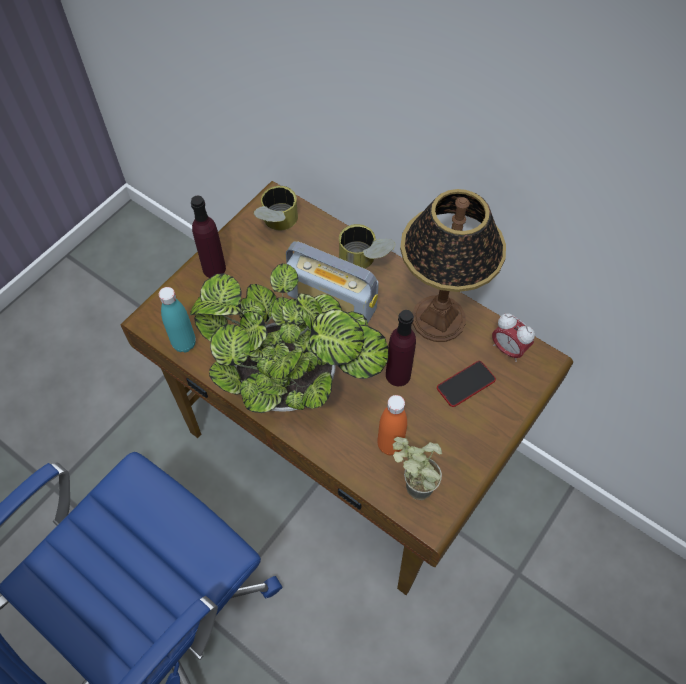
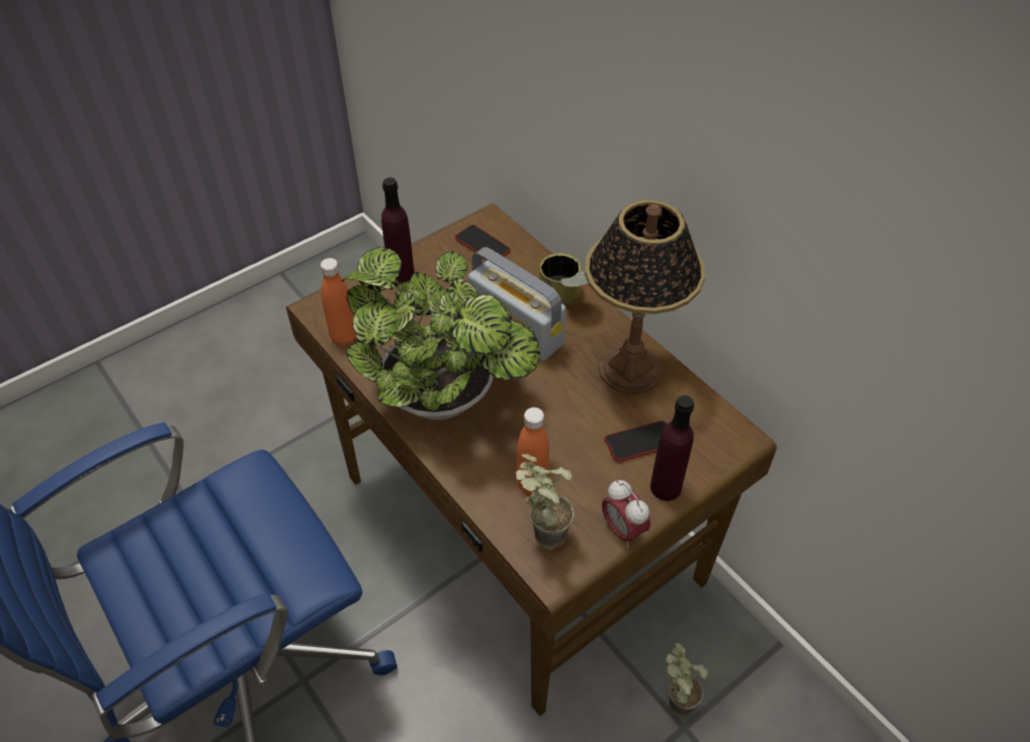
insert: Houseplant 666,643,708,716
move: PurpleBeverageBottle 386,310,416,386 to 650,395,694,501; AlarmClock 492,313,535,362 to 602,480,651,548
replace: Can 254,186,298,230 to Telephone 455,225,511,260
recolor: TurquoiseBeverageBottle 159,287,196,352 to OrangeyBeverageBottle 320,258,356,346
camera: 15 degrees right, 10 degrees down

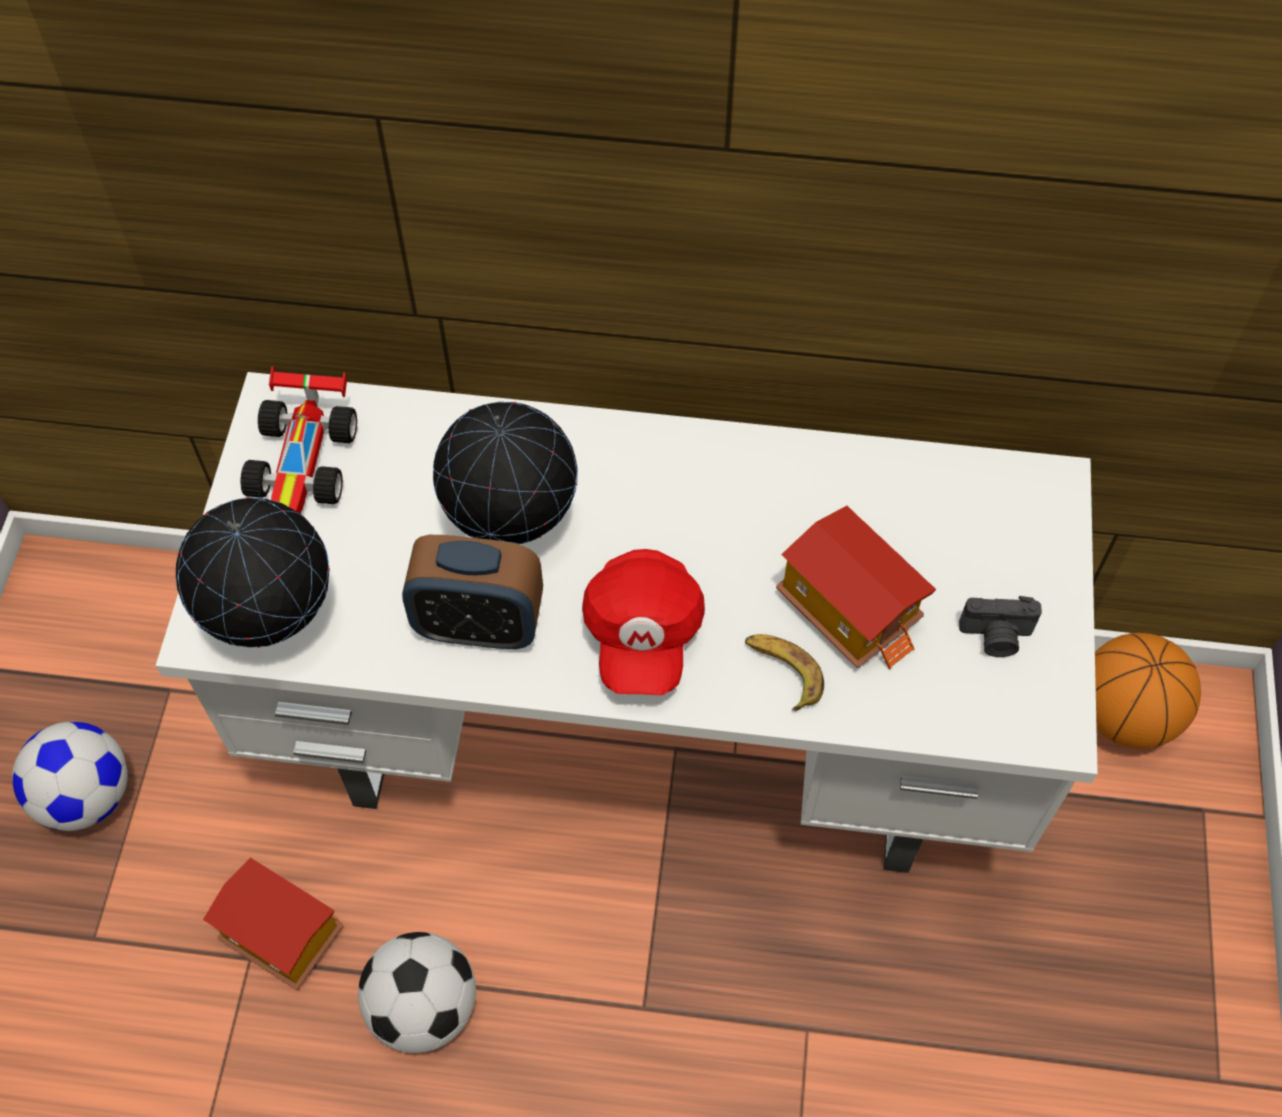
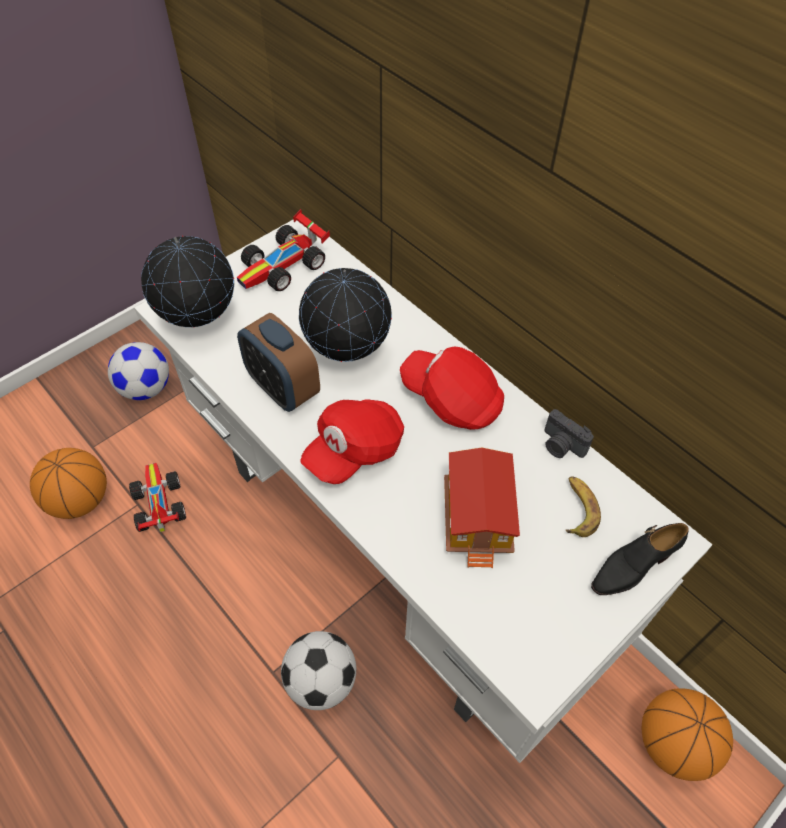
insert: Basketball 30,448,107,519; RedCap 400,347,504,430; BlackishShoe 591,523,689,595
move: BallForFootball 358,932,476,1053 to 281,631,356,710; BananaFruit 745,634,824,711 to 566,476,601,537; StillCamera 959,596,1042,657 to 544,409,594,458
replace: MiniatureHouse 203,857,343,990 to MiniatureCar 129,463,186,532
camera: 40 degrees right, 5 degrees down

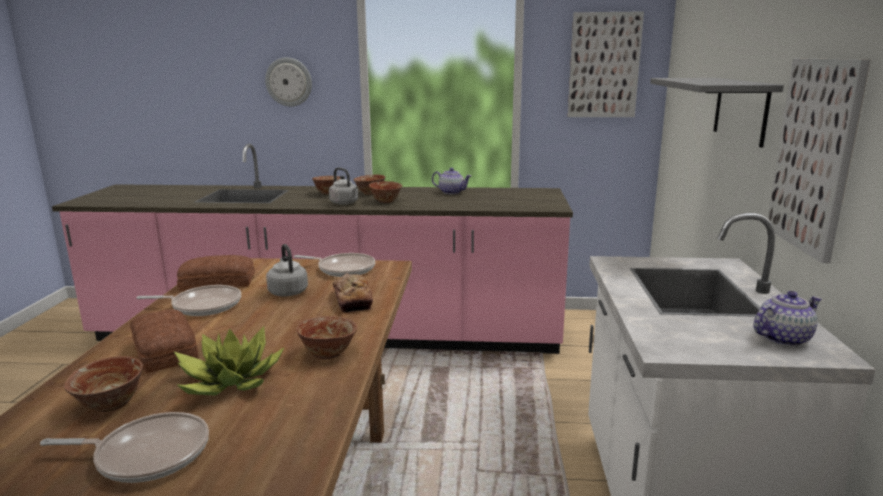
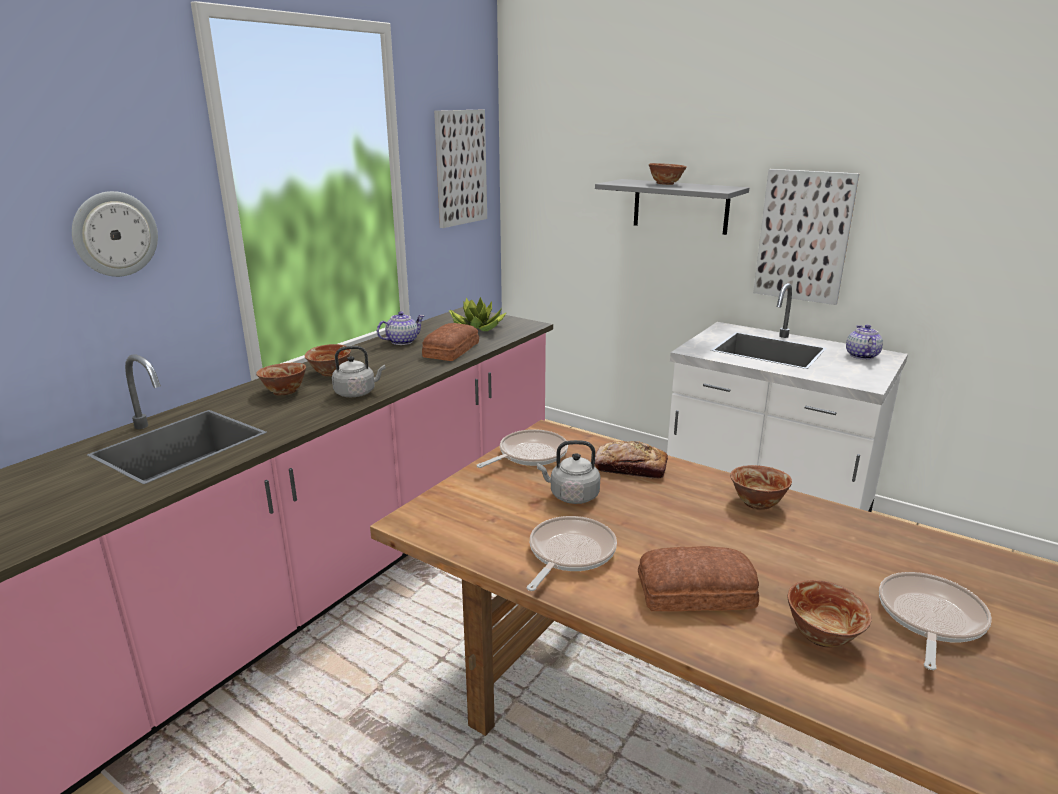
move: Houseplant 174,326,284,396 to 449,297,507,331; Bread 177,255,255,291 to 422,323,479,361; ServingBowl 369,181,402,203 to 649,163,687,185
camera: 60 degrees left, 5 degrees up

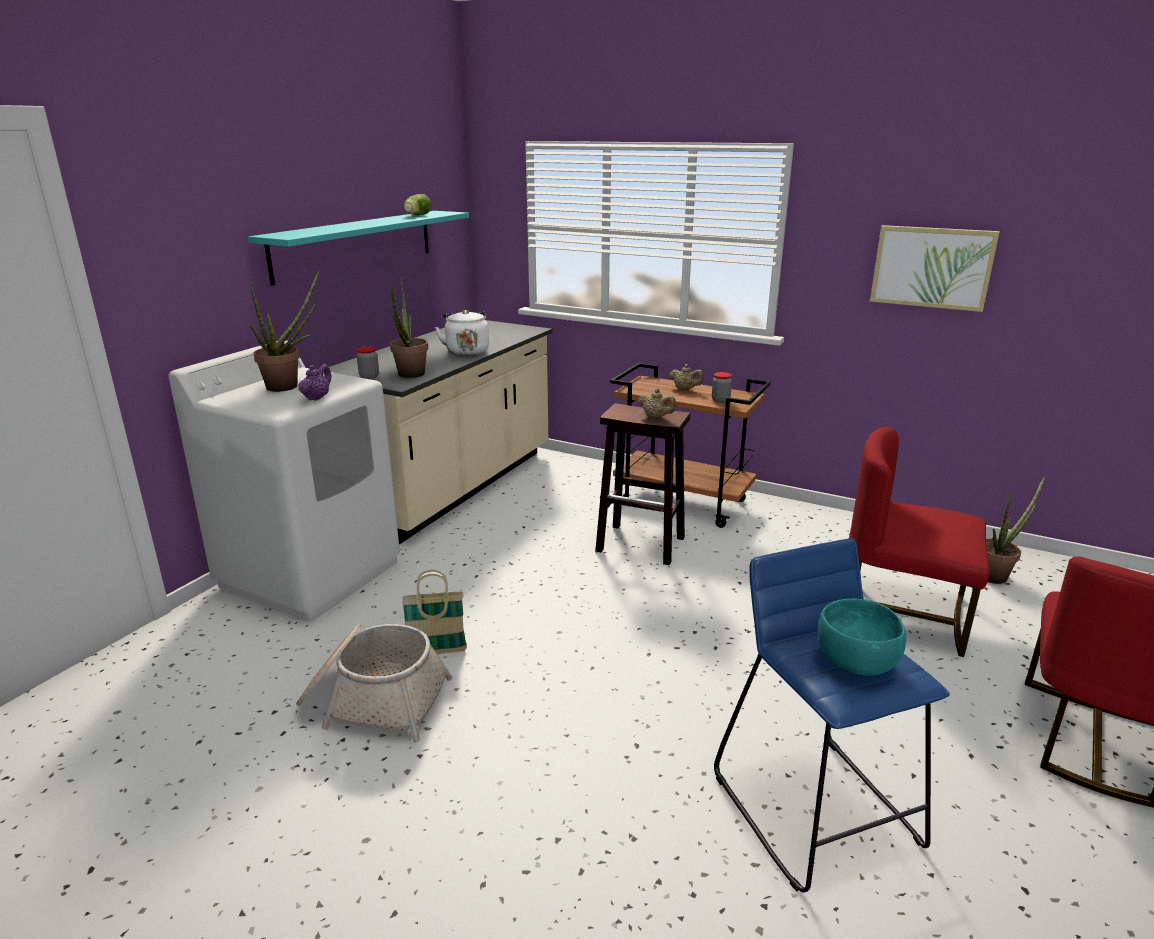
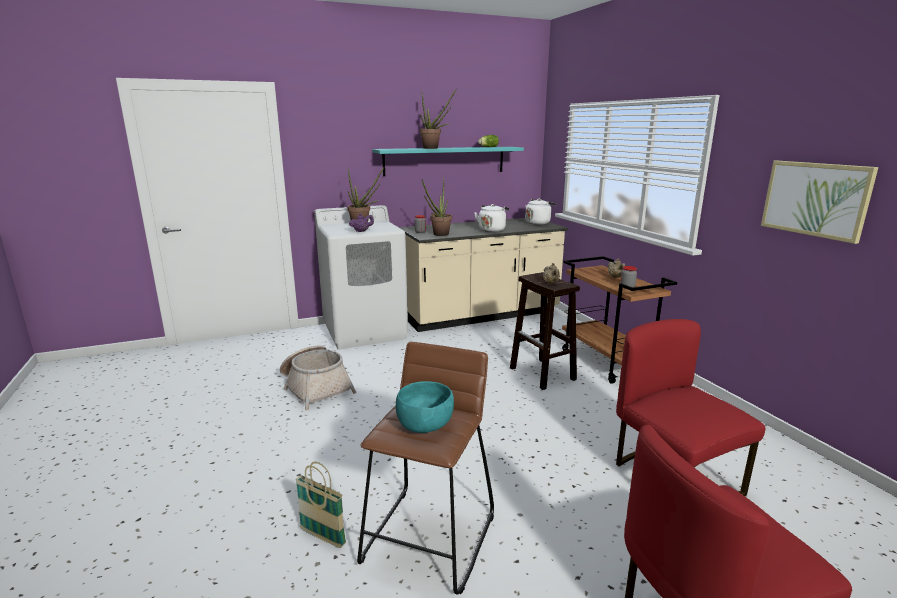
insert: WhiteTeaKettle 525,199,557,225
move: Basket 402,570,467,654 to 295,462,346,548; Houseplant 986,477,1045,584 to 420,90,456,149
recolor: BlueSittingStool 714,538,950,892 to BrownColouredSittingStool 357,342,494,595
camera: 40 degrees right, 5 degrees down

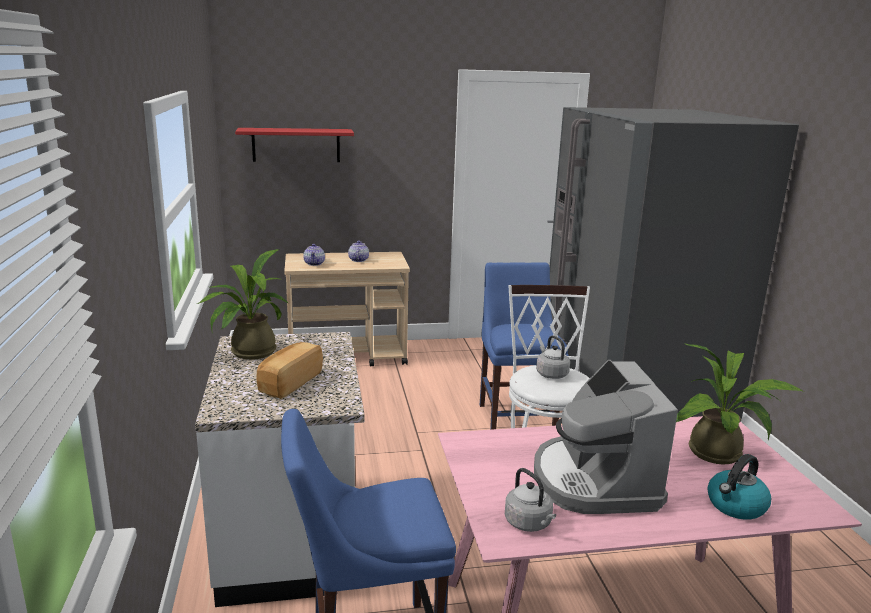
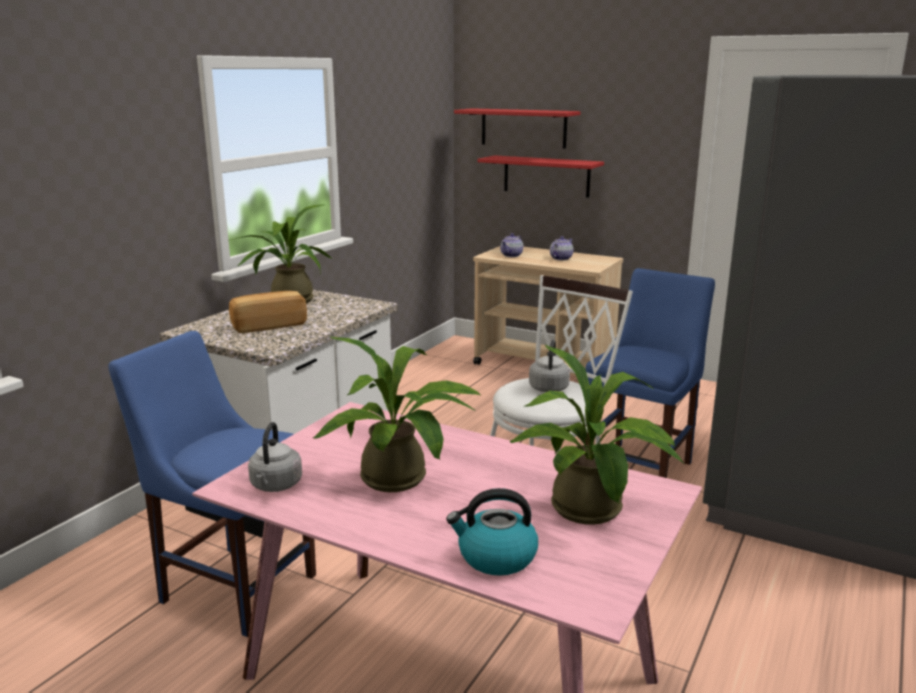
insert: RedWallShelf 477,155,604,198
replace: CoffeeBrewer 534,360,678,514 to Houseplant 313,336,482,492
camera: 40 degrees right, 0 degrees up

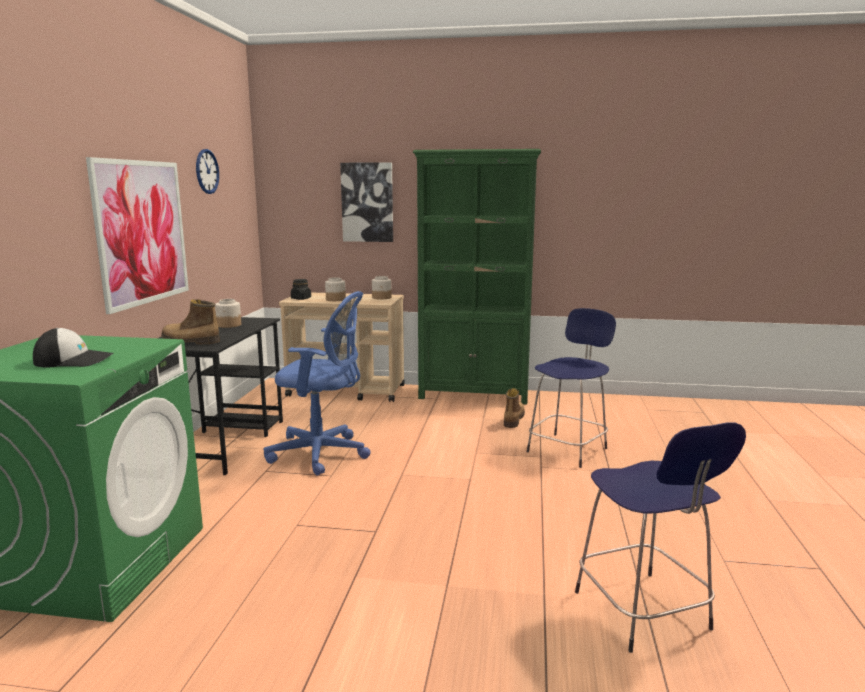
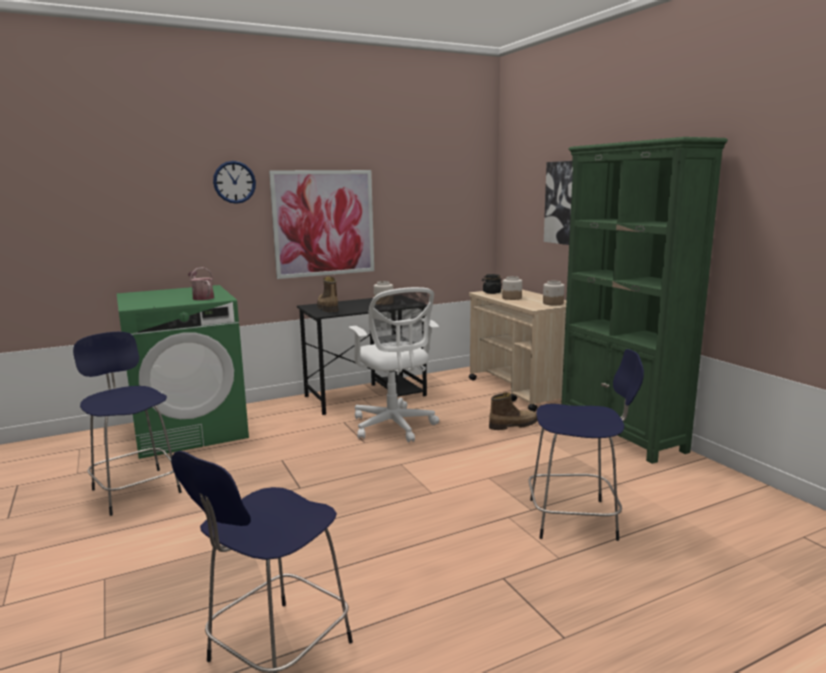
delete: Cap 33,328,113,367
insert: BlueSittingStool 73,332,182,516; WateringPot 188,267,214,300
move: ClockOnTheWall 196,149,219,194 to 213,161,256,204; TallBoot 504,388,525,428 to 489,392,538,430
recolor: BlueOfficeChair 264,291,371,476 to WhiteOfficeChair 349,287,439,443
camera: 55 degrees right, 0 degrees up

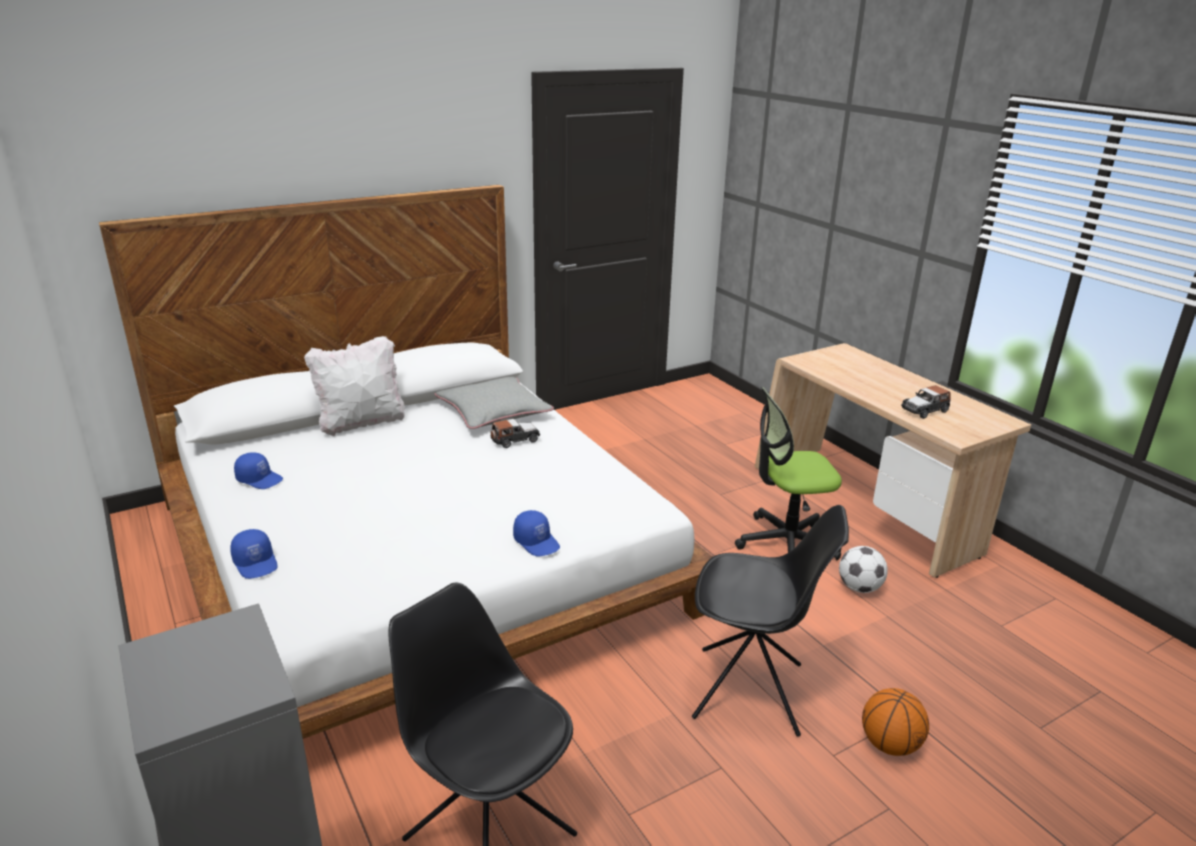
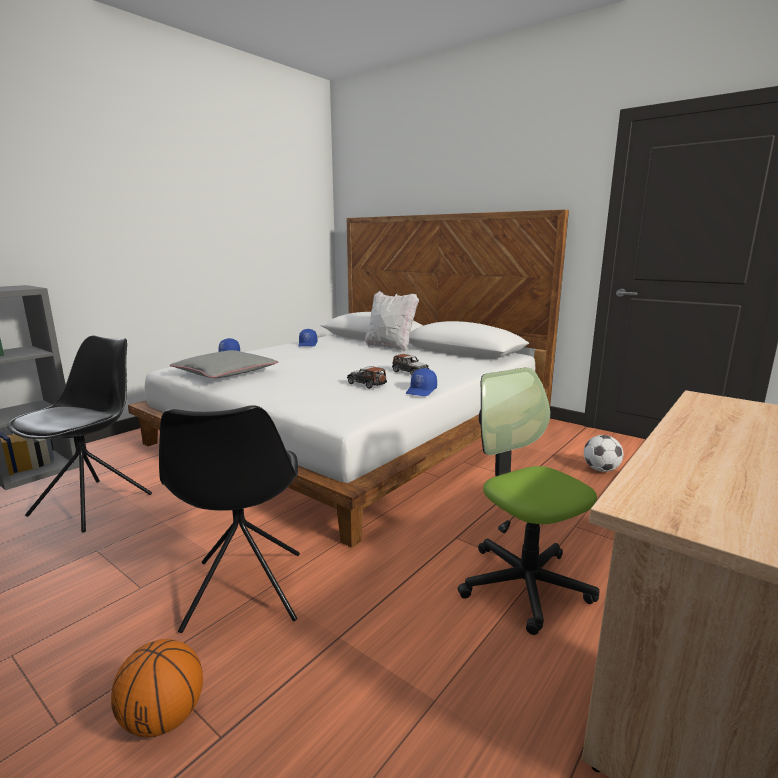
move: GrayThrowPillow 435,377,554,429 to 170,350,278,378; BlueCap 513,510,560,556 to 406,368,437,396; BallForFootball 839,546,888,593 to 584,435,623,472; MiniatureCar 901,385,951,419 to 347,366,387,389
camera: 70 degrees right, 10 degrees down

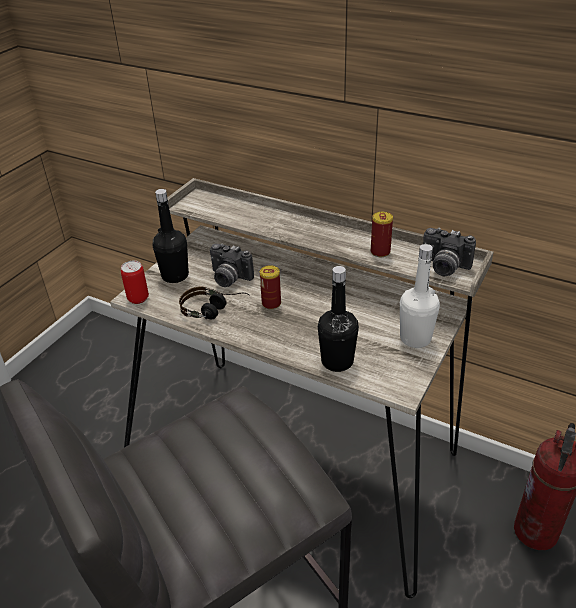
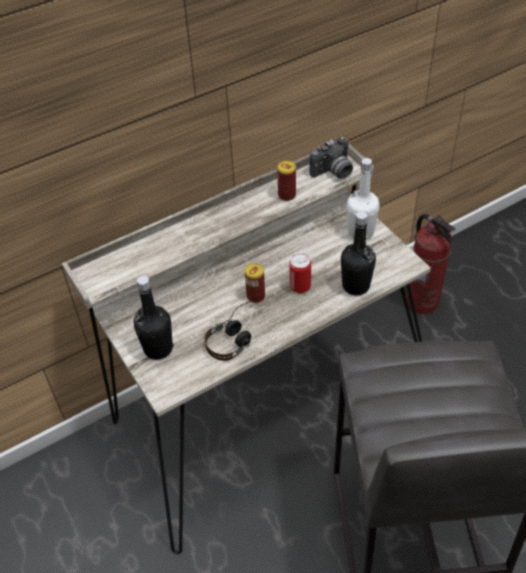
delete: StillCamera 210,243,254,287
move: Can 121,261,149,304 to 289,253,311,293
camera: 60 degrees left, 10 degrees up

